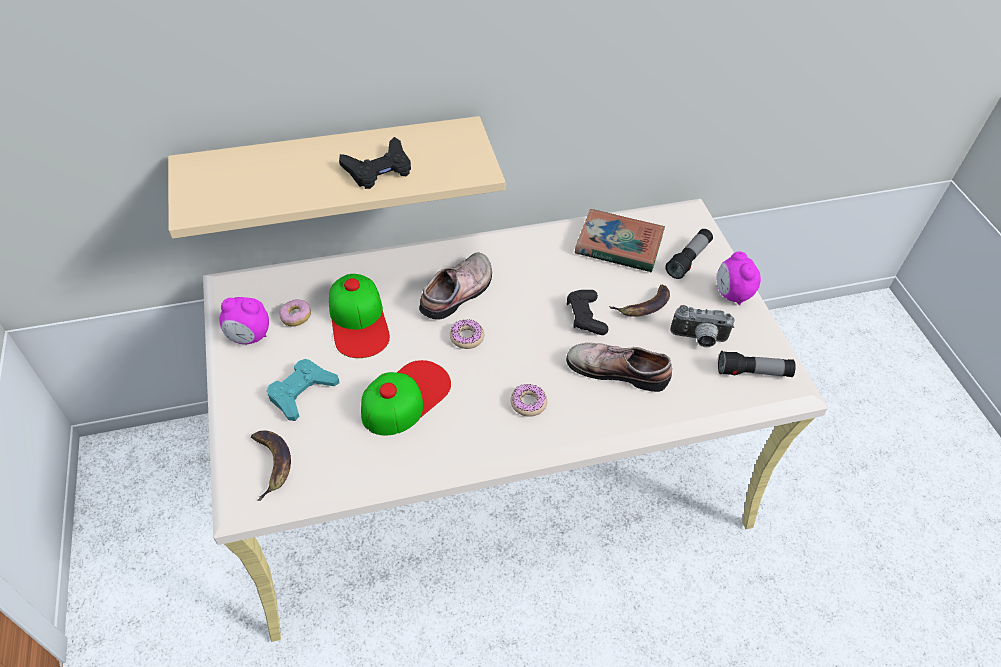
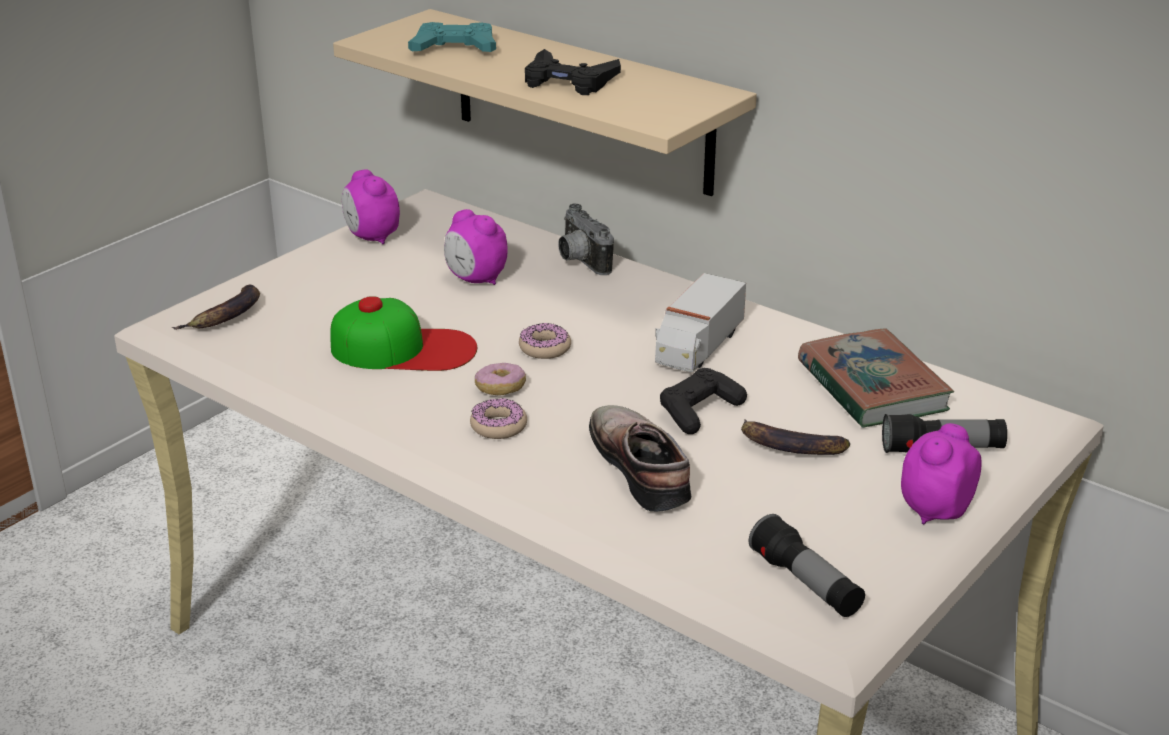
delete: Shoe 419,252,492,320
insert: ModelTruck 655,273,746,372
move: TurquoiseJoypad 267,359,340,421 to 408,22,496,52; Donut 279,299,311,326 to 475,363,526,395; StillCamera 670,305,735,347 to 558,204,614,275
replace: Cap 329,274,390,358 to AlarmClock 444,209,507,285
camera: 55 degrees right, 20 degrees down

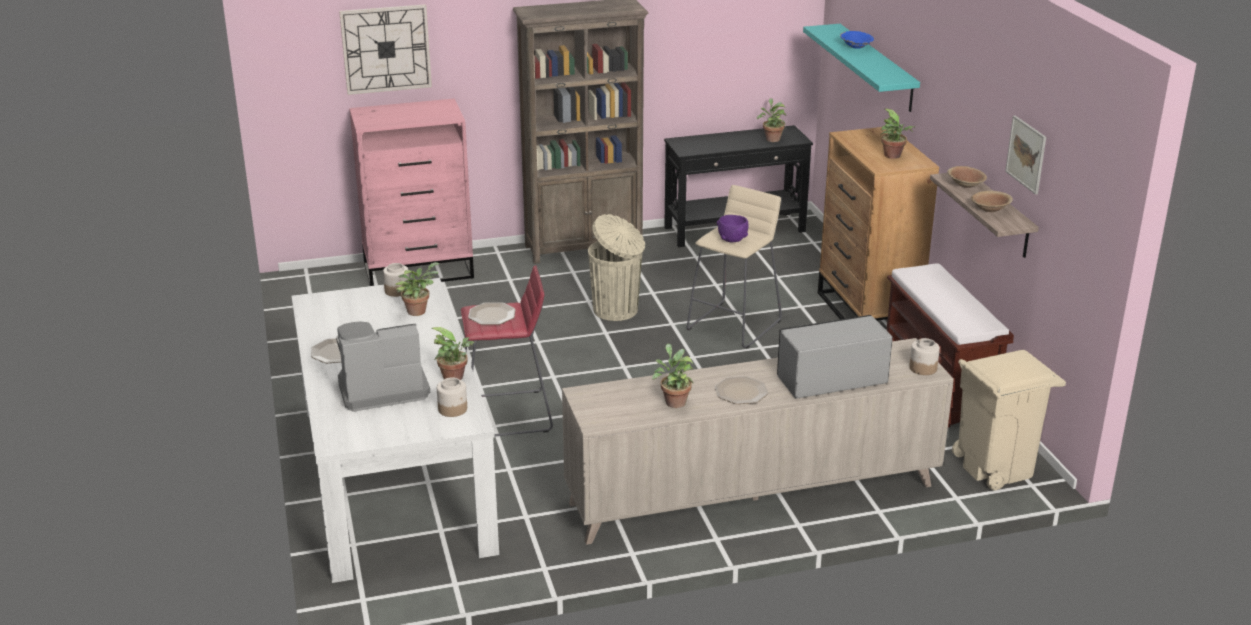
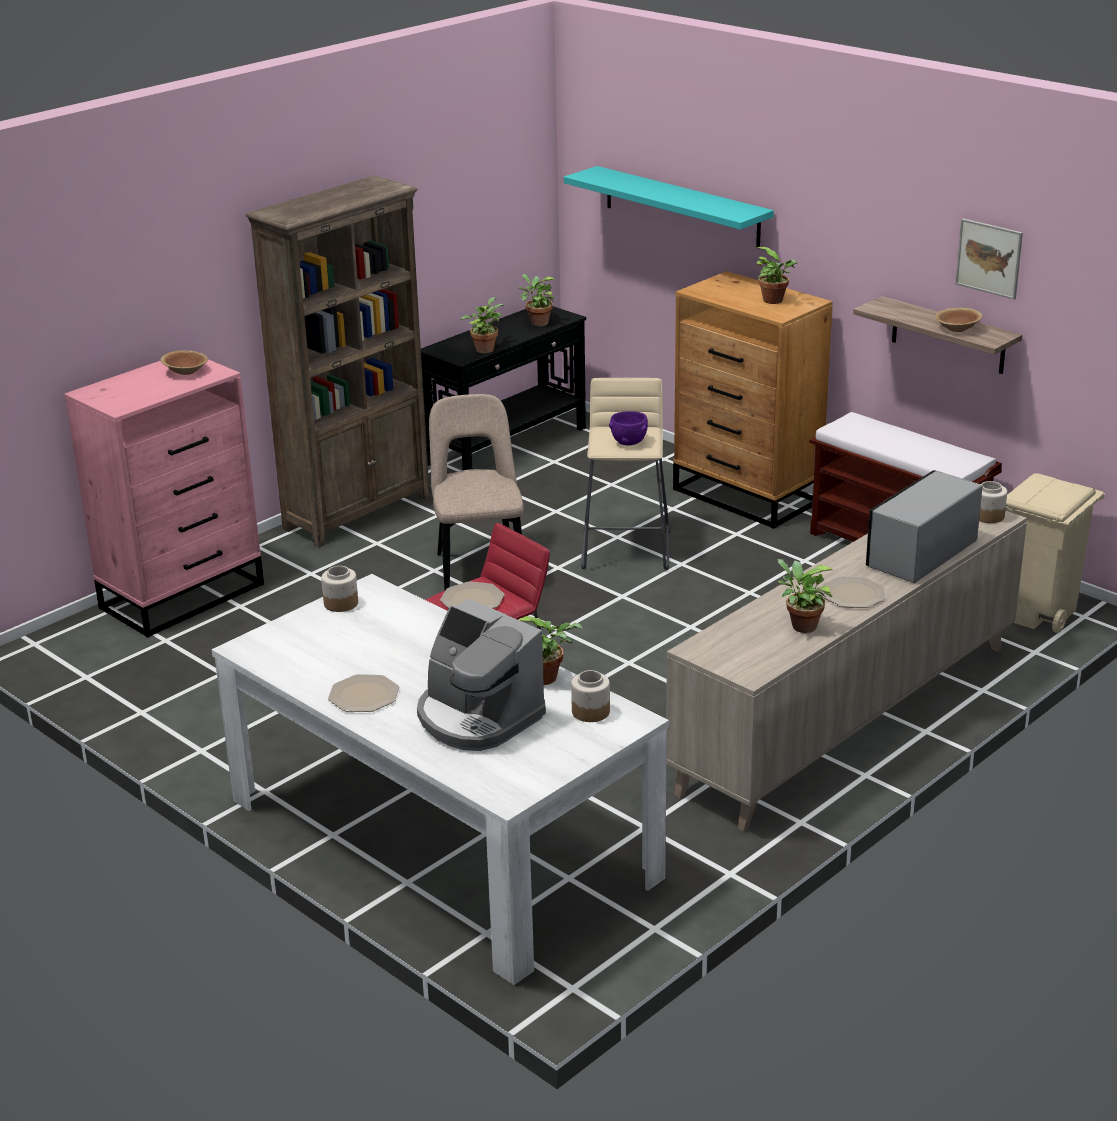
delete: ClockOnTheWall 339,4,432,95; BlueServingBowl 840,31,874,49
move: Houseplant 396,262,439,316 to 460,297,504,353; BrownColouredServingBowl 947,166,987,188 to 160,350,208,375
replace: BeigeWasteBin 588,214,645,321 to BeigePlainChair 429,394,524,591
rotate: CoffeeBrewer 336,321,430,412 = 417,599,546,751 90 degrees counterclockwise
camera: 30 degrees left, 0 degrees up

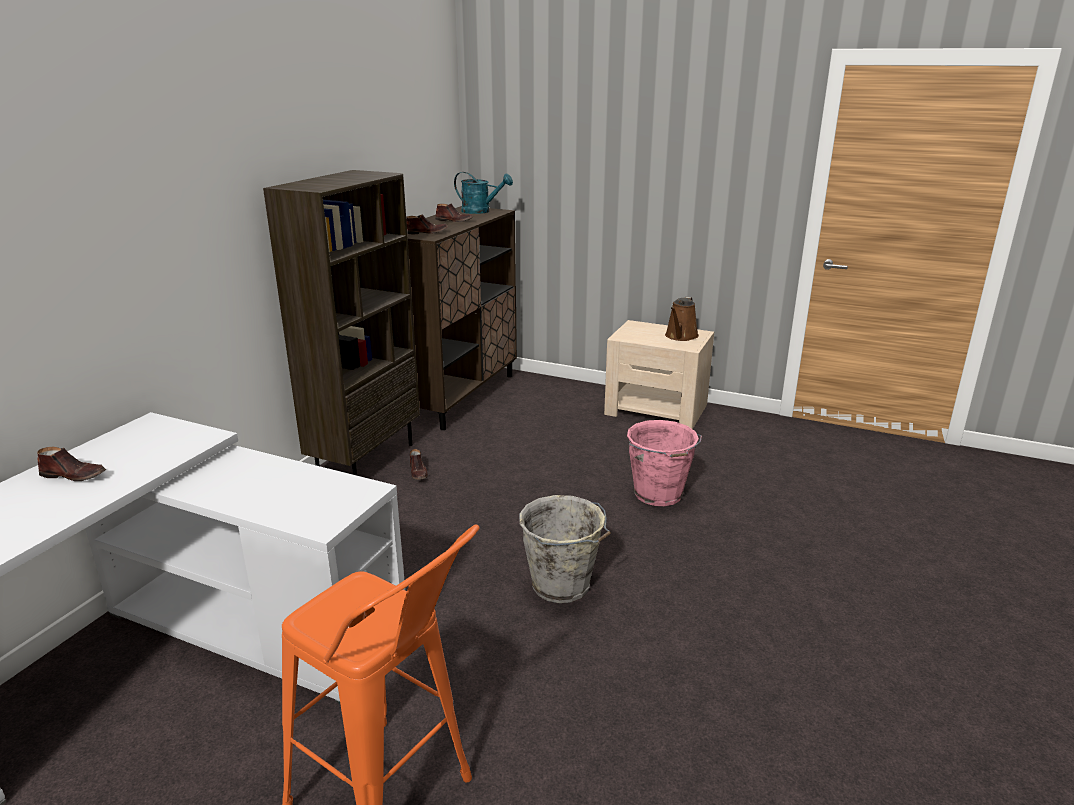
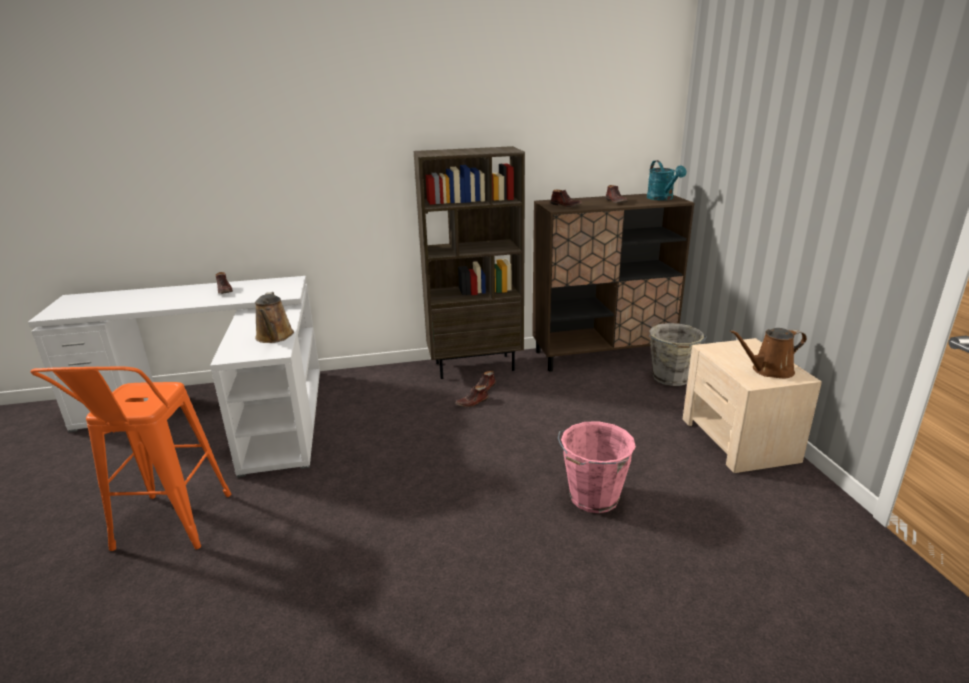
insert: BrownColouredWateringPot 255,292,294,343; BrownColouredShoe 456,385,489,407
move: GrayBucket 519,495,611,603 to 648,323,707,386
camera: 55 degrees right, 0 degrees up

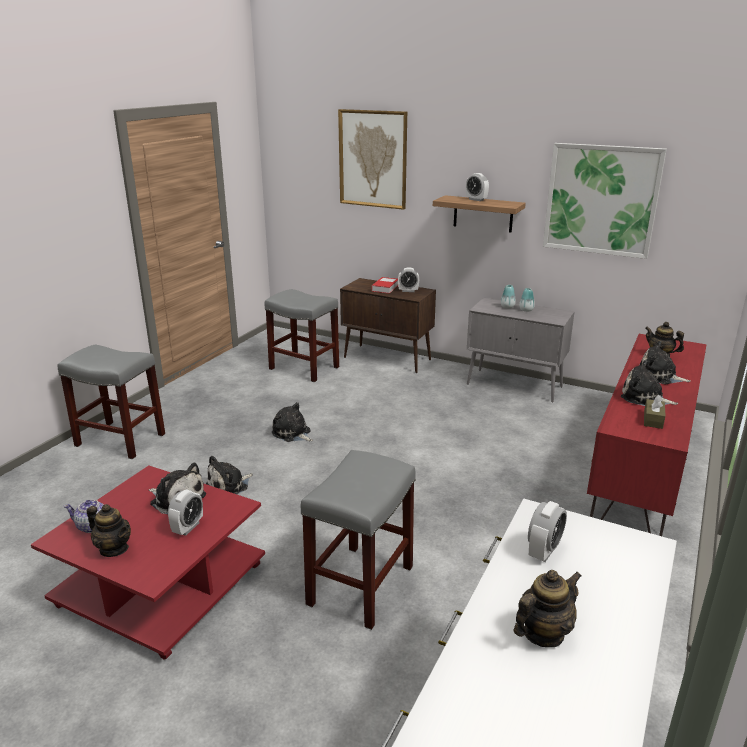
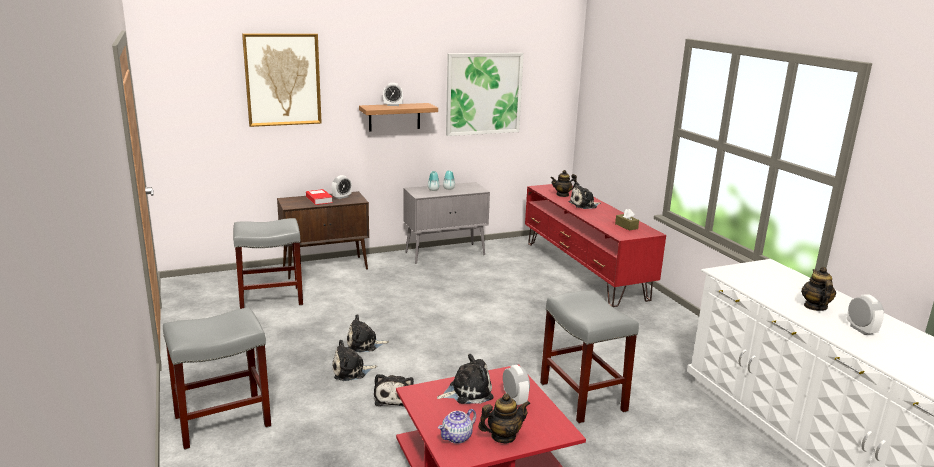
move: AlarmClock 528,501,567,562 to 847,294,884,335; PlushToy 621,360,678,406 to 332,340,377,381
camera: 50 degrees left, 5 degrees down

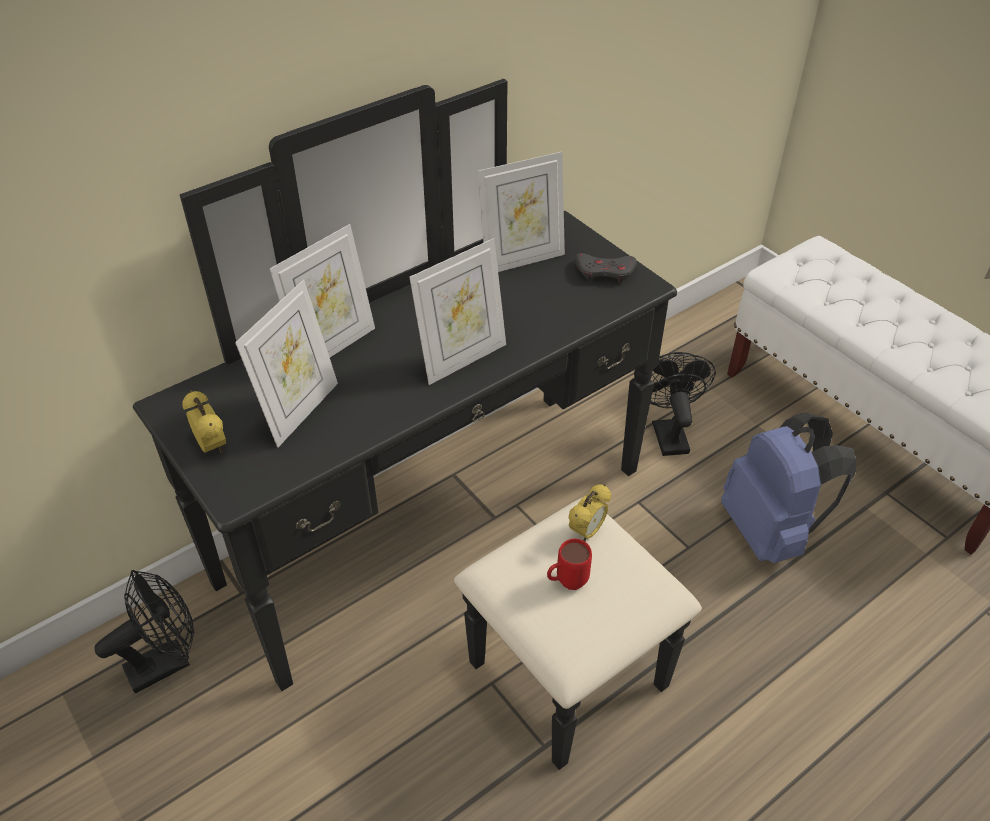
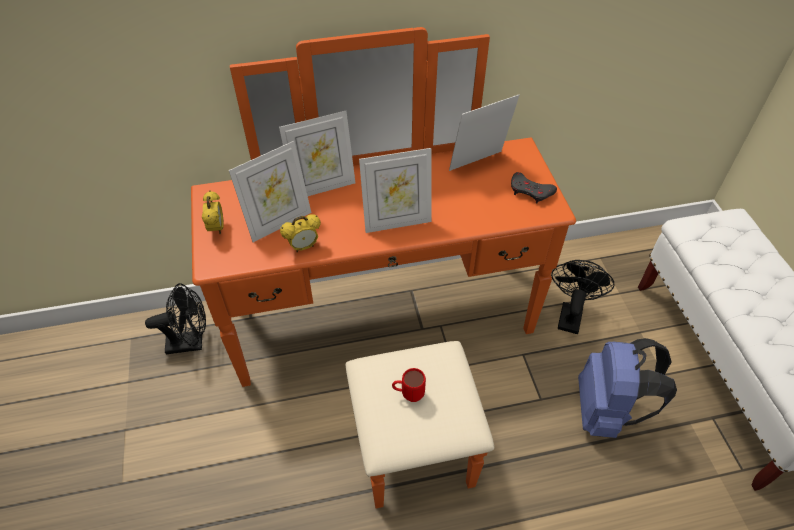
move: AlarmClock 568,484,611,541 to 280,214,321,252
recolor: BlackishChestOfDrawers 133,79,702,770 to OrangeyChestOfDrawers 191,27,576,508
rotate: PhotoFrame 478,152,565,272 = 449,95,519,171 150 degrees clockwise
camera: 25 degrees right, 5 degrees up

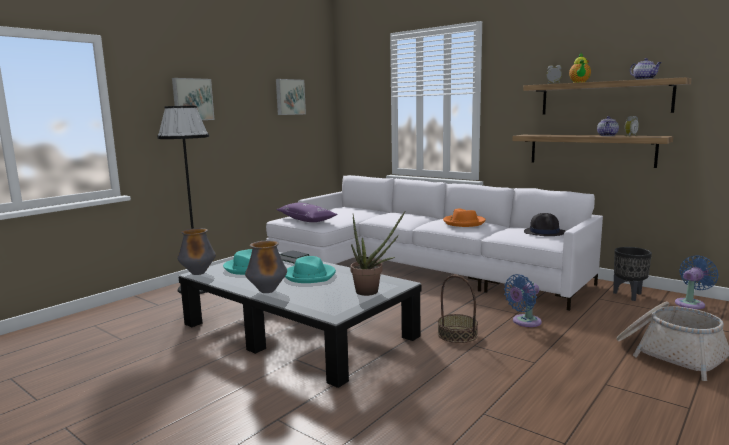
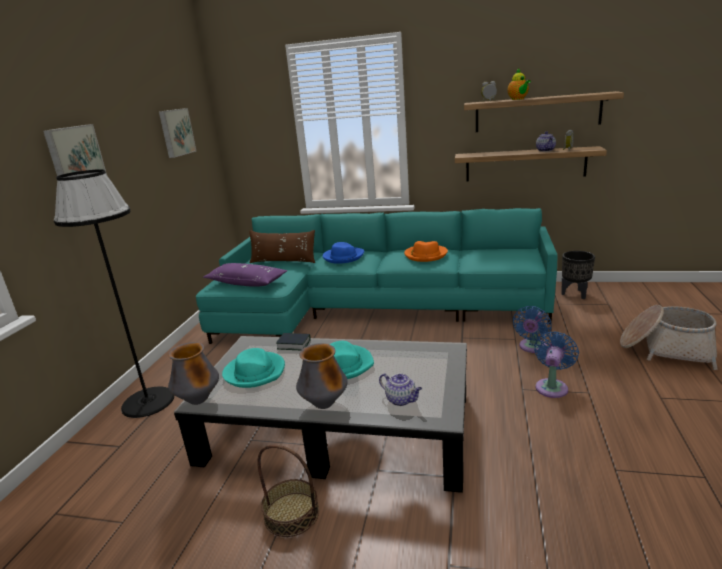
delete: Houseplant 350,212,405,296; BlackishClothingHat 524,213,565,236
insert: BrownColouredThrowPillow 249,230,315,263; BlueClothingHat 323,242,365,264
move: Basket 438,275,478,343 to 257,445,319,537; Teapot 630,58,662,80 to 379,373,422,406; BlueElectricFan 675,255,719,309 to 534,332,579,398
recolor: WhiteSettee 266,175,603,311 to TurquoiseSettee 196,208,558,344
camera: 25 degrees left, 10 degrees up

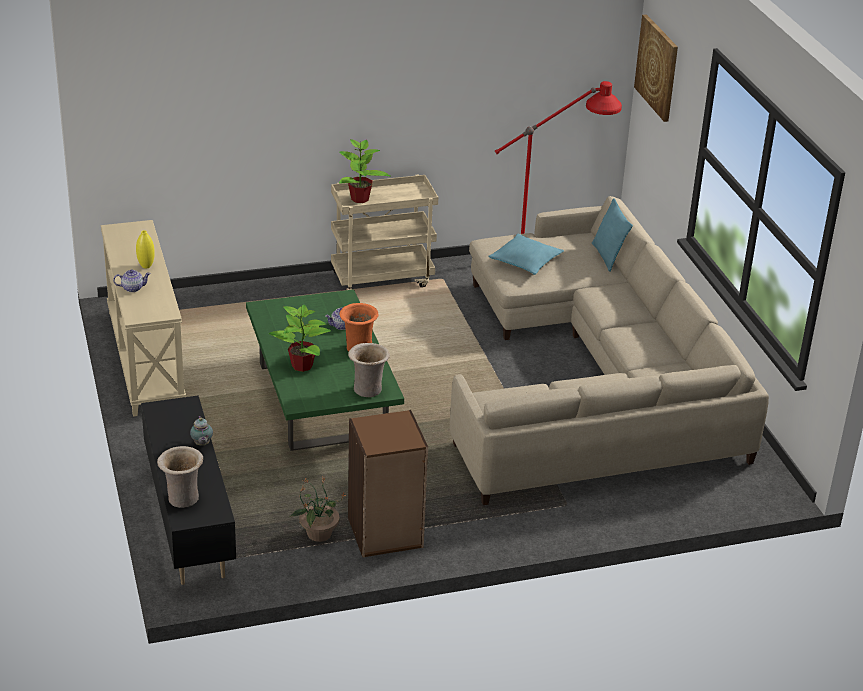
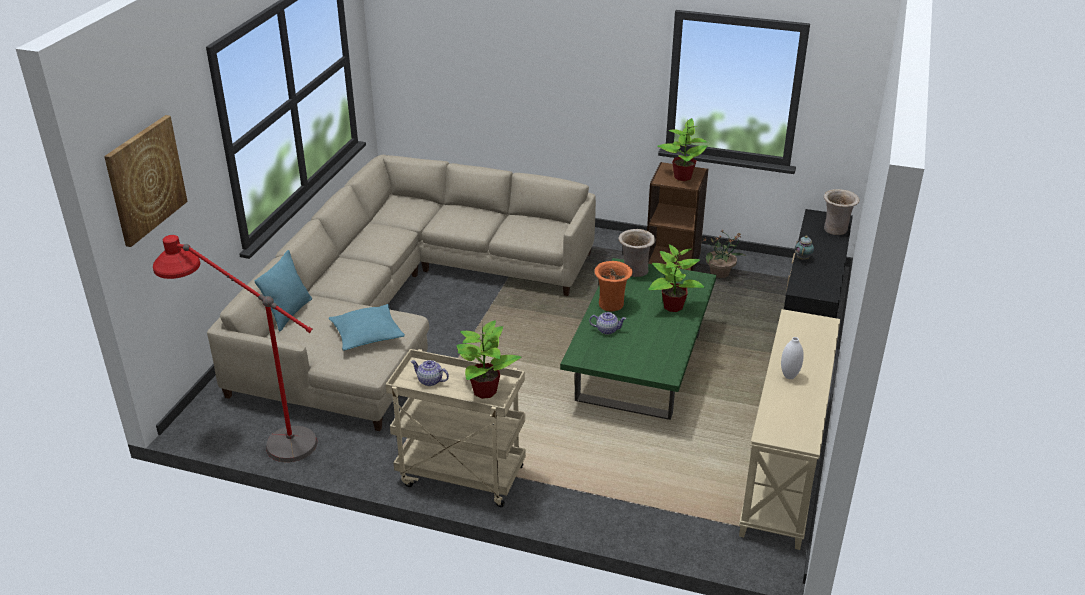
insert: Houseplant 657,118,708,181
move: Teapot 113,270,151,292 to 411,360,449,386
recolor: YellowDecorativeVase 136,230,155,268 to WhiteDecorativeVase 781,337,804,379
camera: 145 degrees left, 0 degrees up

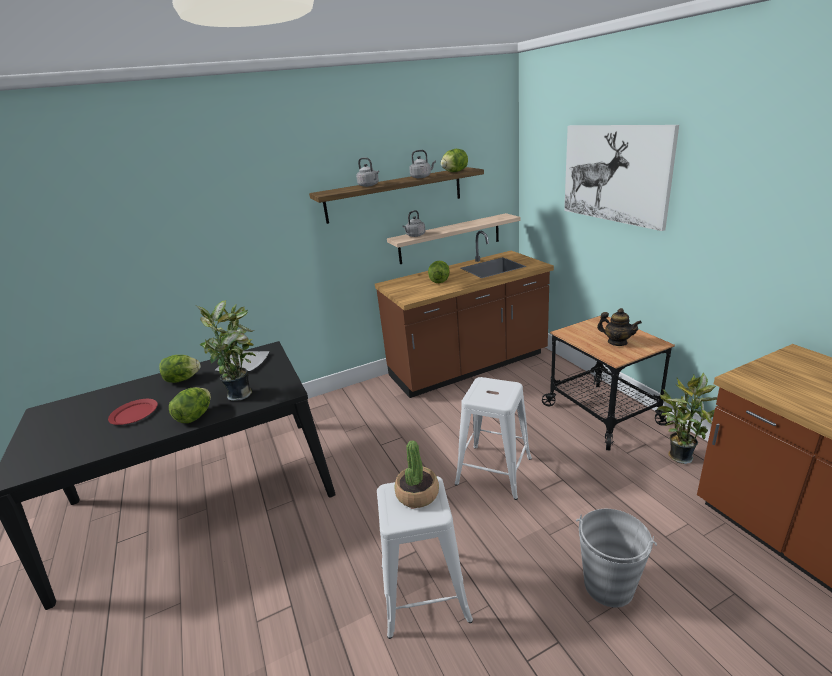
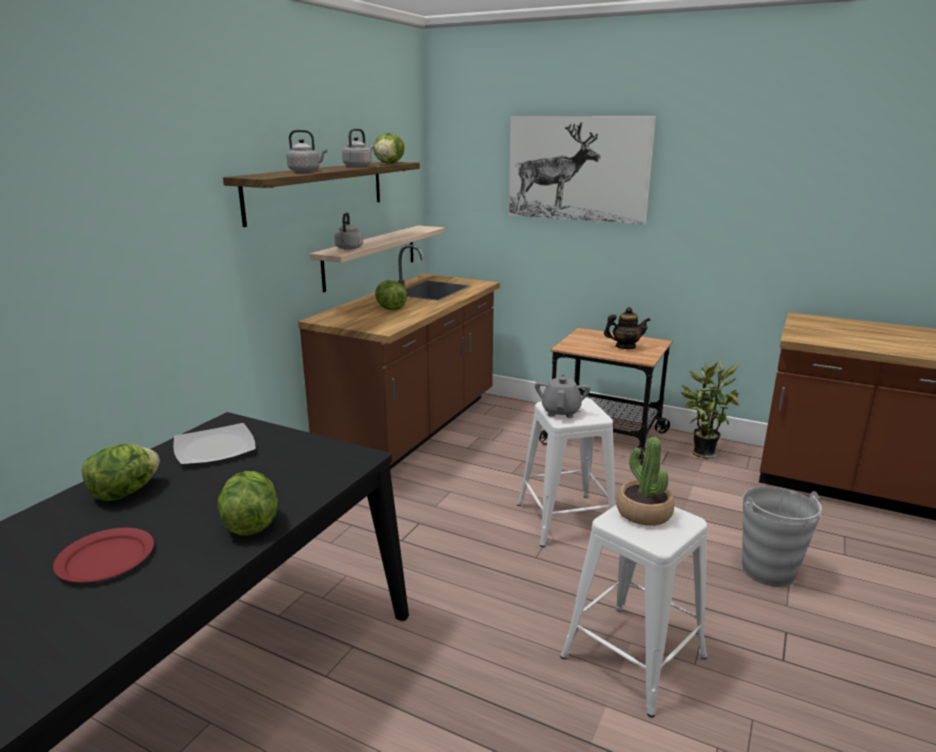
delete: Houseplant 194,300,256,401
insert: GrayTeapot 535,374,591,418
camera: 40 degrees left, 5 degrees down

